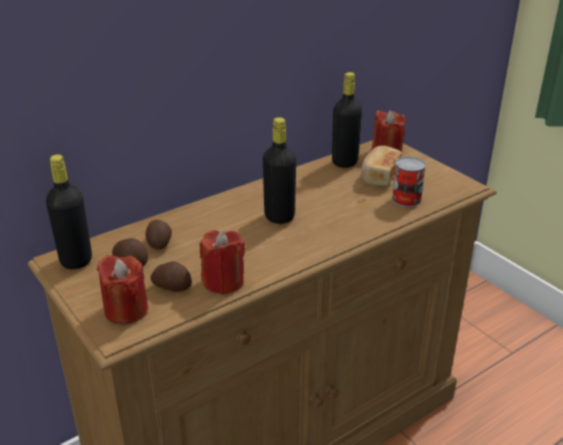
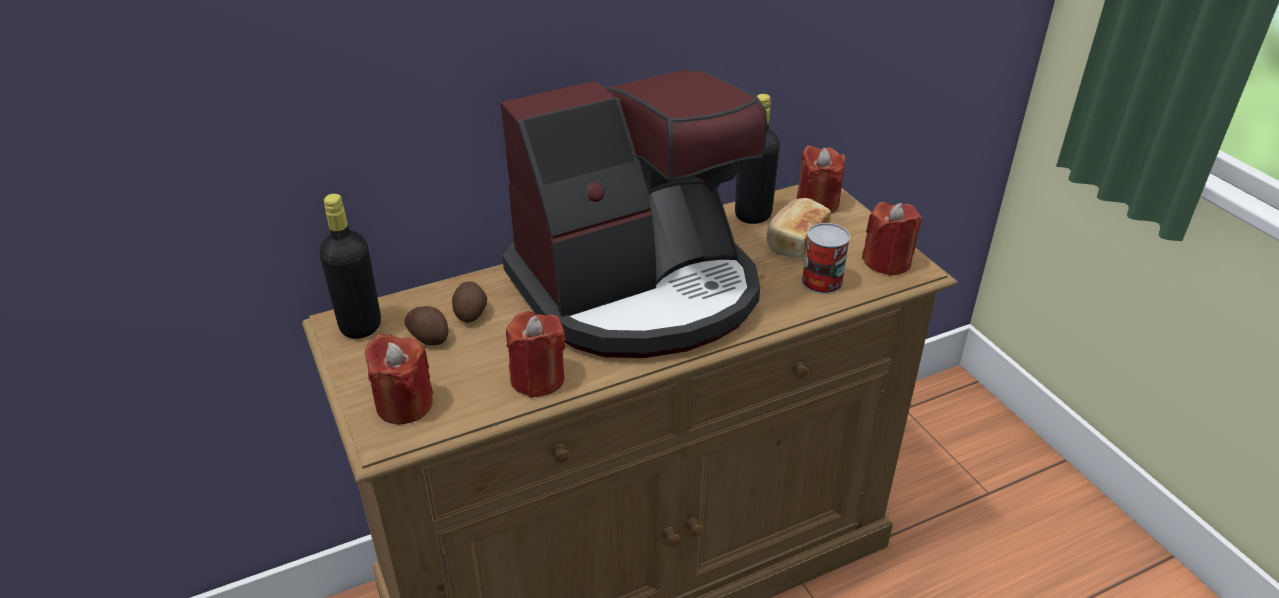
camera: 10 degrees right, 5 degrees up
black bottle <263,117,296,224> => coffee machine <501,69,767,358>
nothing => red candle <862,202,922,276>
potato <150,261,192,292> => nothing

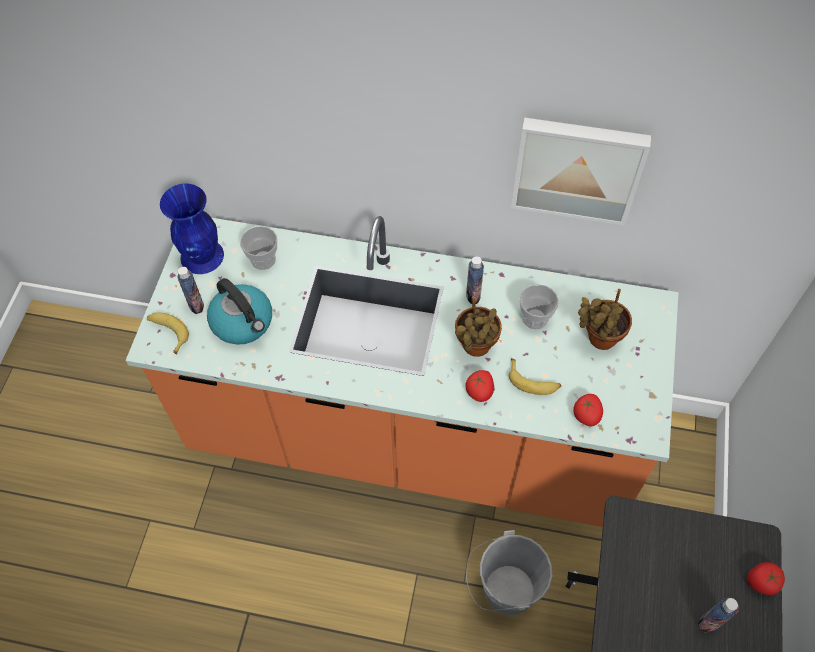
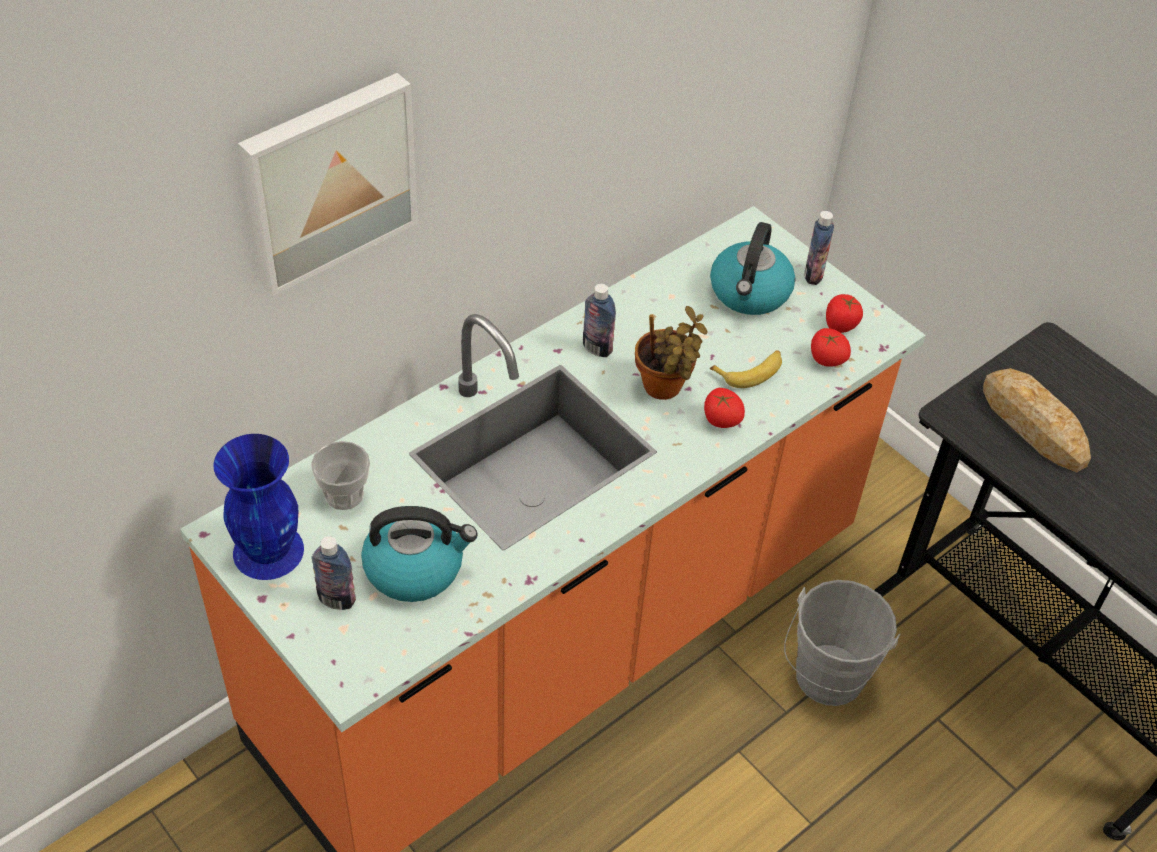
camera: 55 degrees left, 10 degrees down
picture <511,118,651,226> => picture <238,73,418,296>, move
potted plant <578,289,632,350> => kettle <710,222,795,315>
bottle <698,598,739,632> => bottle <804,211,834,285>, move
tomato <747,562,785,595> => tomato <826,294,863,333>, move
nothing => bread <983,368,1091,472>
banana <147,313,189,355> => nothing
cup <519,284,559,329> => nothing

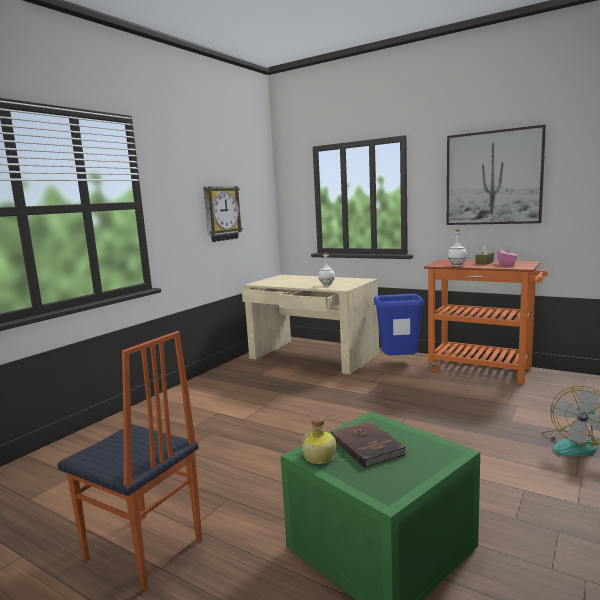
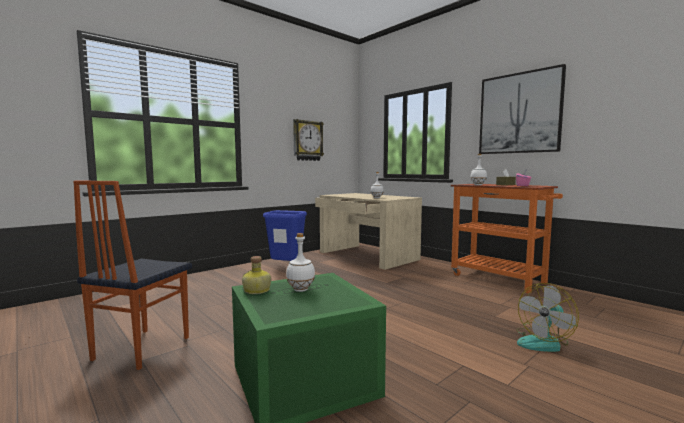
camera: 15 degrees right, 5 degrees down
chair <57,331,202,592> => chair <73,180,192,370>, 60 degrees clockwise
blue trash can <374,294,425,355> => blue trash can <263,210,307,261>, move
brown book <331,421,407,468> => white bottle <286,233,315,292>

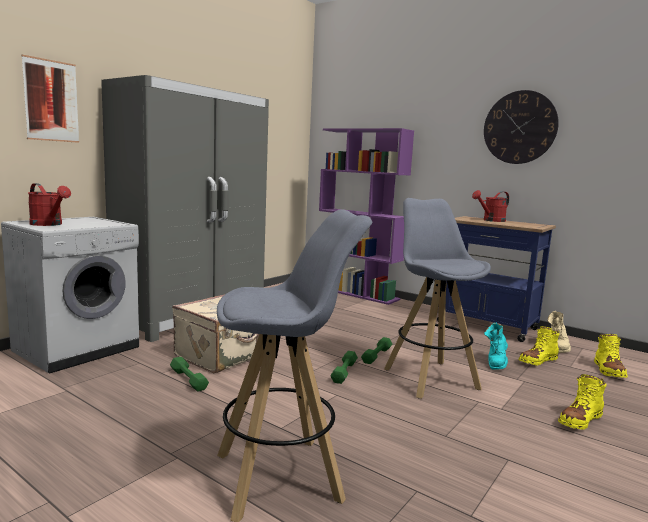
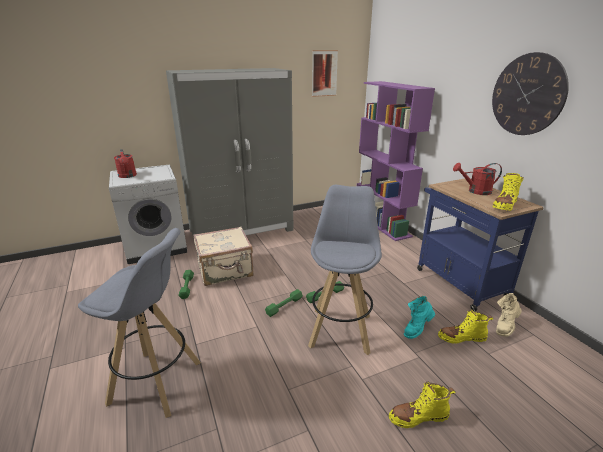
camera: 30 degrees right, 15 degrees up
picture <22,55,79,143> => picture <312,50,338,97>, move
yellow boot <594,334,628,378> => yellow boot <492,173,524,211>, move

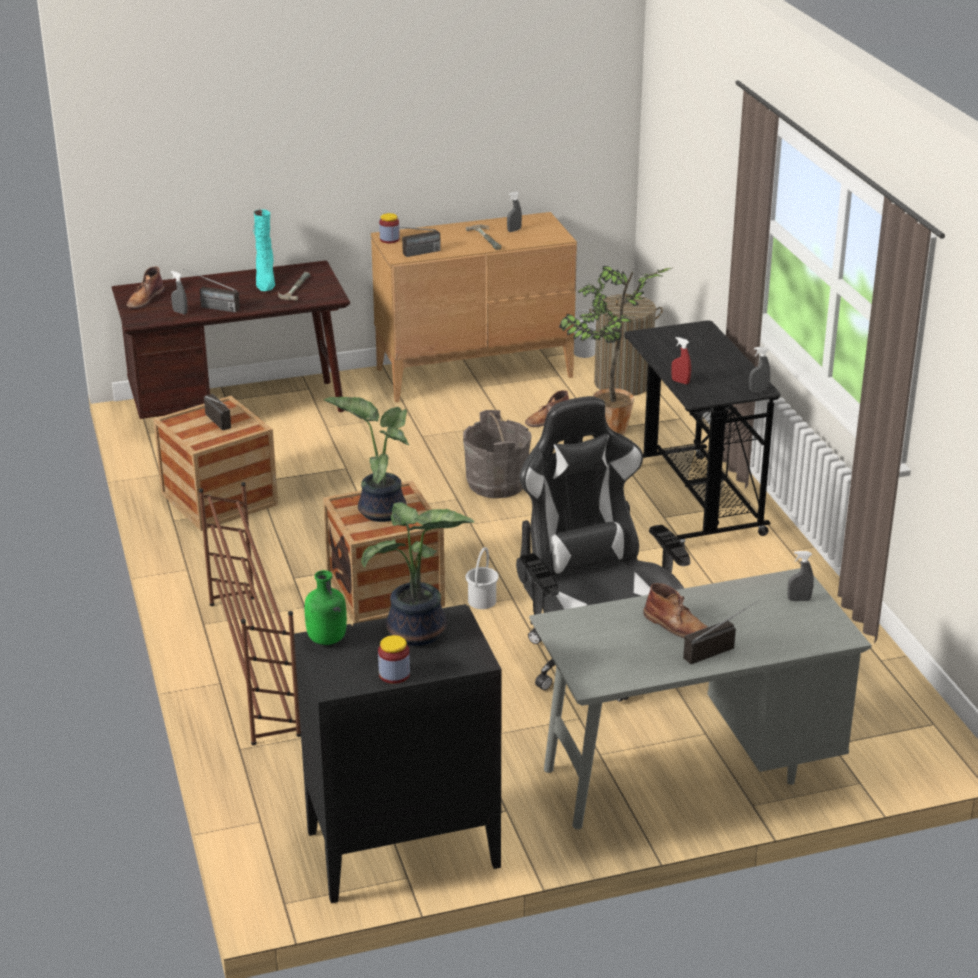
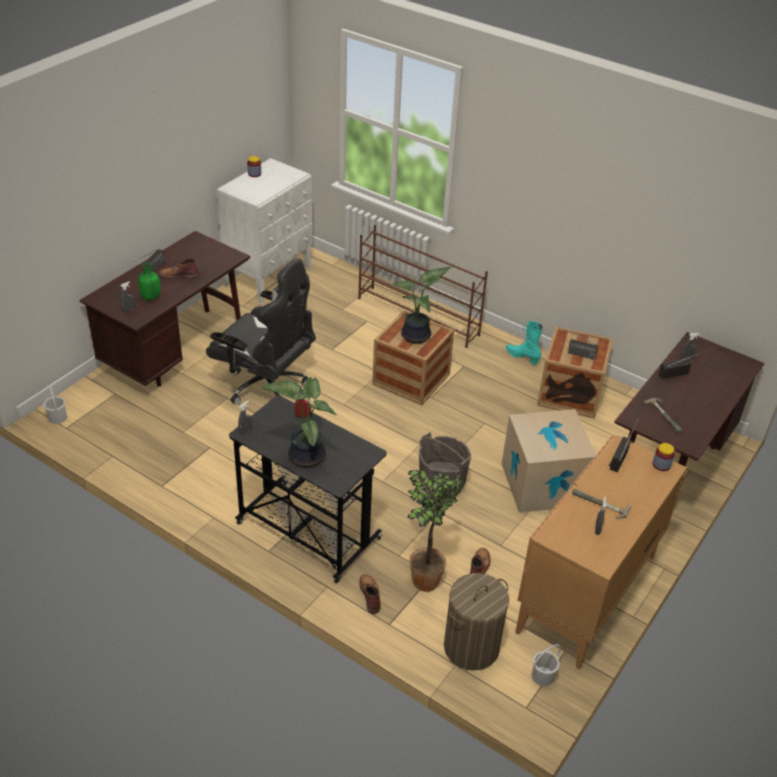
camera: 140 degrees right, 10 degrees up
white bucket <466,547,499,609> => white bucket <43,385,67,424>, move
grey desk <529,568,872,829> => brown desk <79,231,250,387>
green bottle <305,570,347,645> => green bottle <138,263,161,300>, move
black dresser <294,604,502,903> => white dresser <217,158,312,304>
potted plant <361,502,474,646> => potted plant <261,377,337,468>, move
brown boot <127,266,165,309> => brown boot <359,574,381,614>, move
nothing => cardboard box <502,409,596,513>
turquoise boot <253,209,275,292> => turquoise boot <506,321,543,365>, move

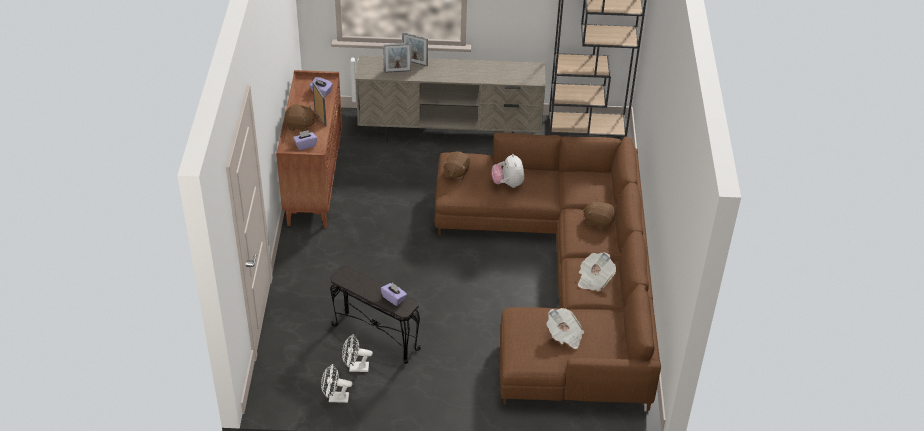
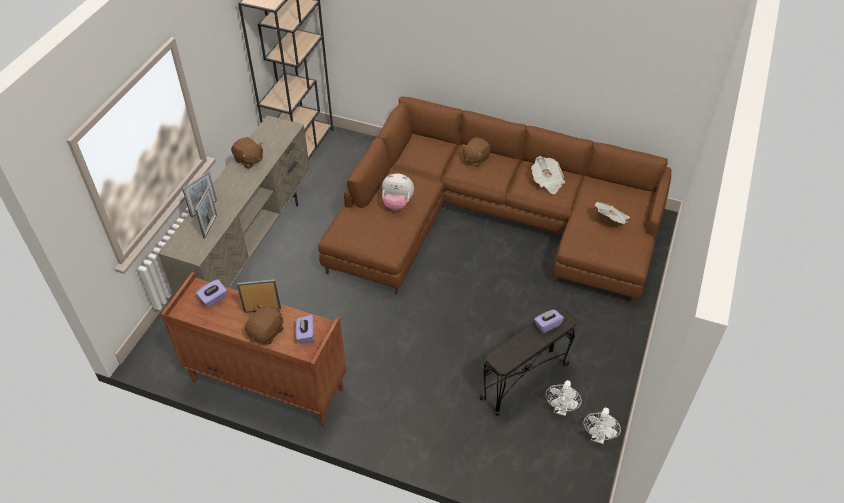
camera: 70 degrees left, 5 degrees up
brown plush toy <443,151,470,180> => brown plush toy <231,137,263,169>, move

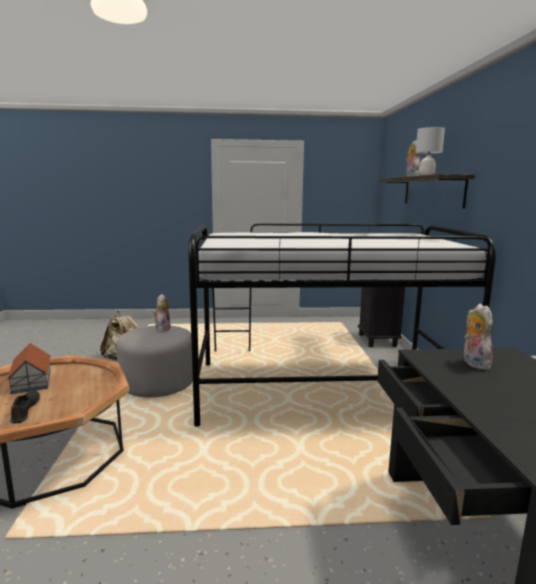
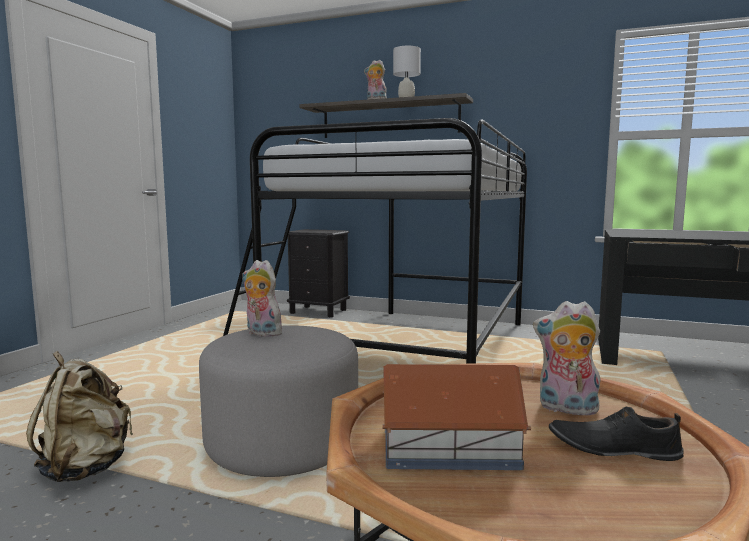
camera: 65 degrees left, 5 degrees down
plush toy <464,304,493,370> => plush toy <533,301,600,416>, move

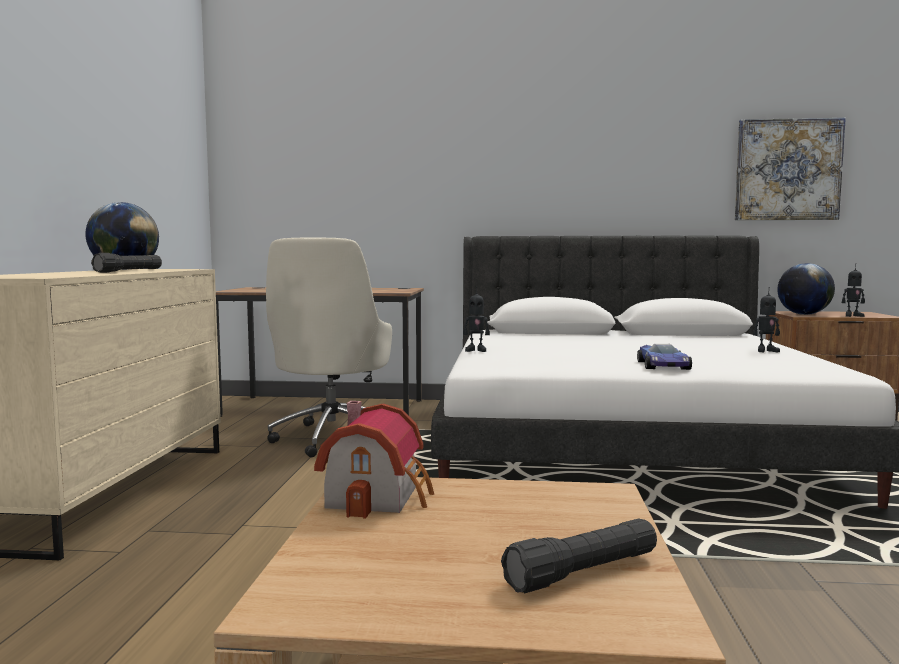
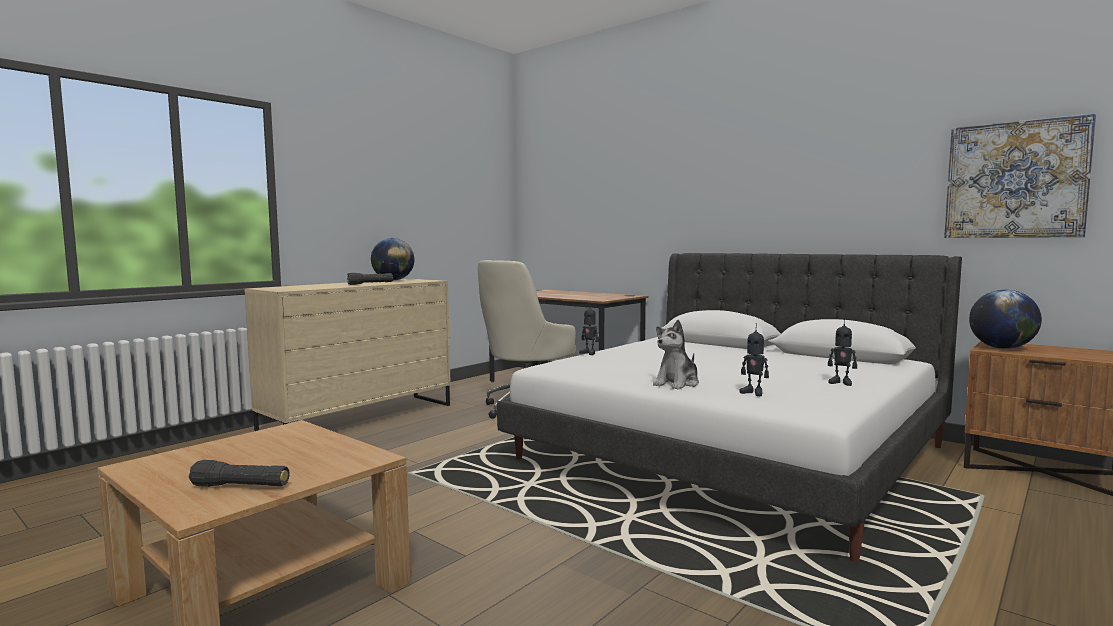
camera: 35 degrees right, 0 degrees up
toy car <637,344,692,370> => plush toy <653,320,699,389>
toy robot <842,266,865,317> => toy robot <739,323,769,396>, move
toy house <314,401,434,519> => nothing

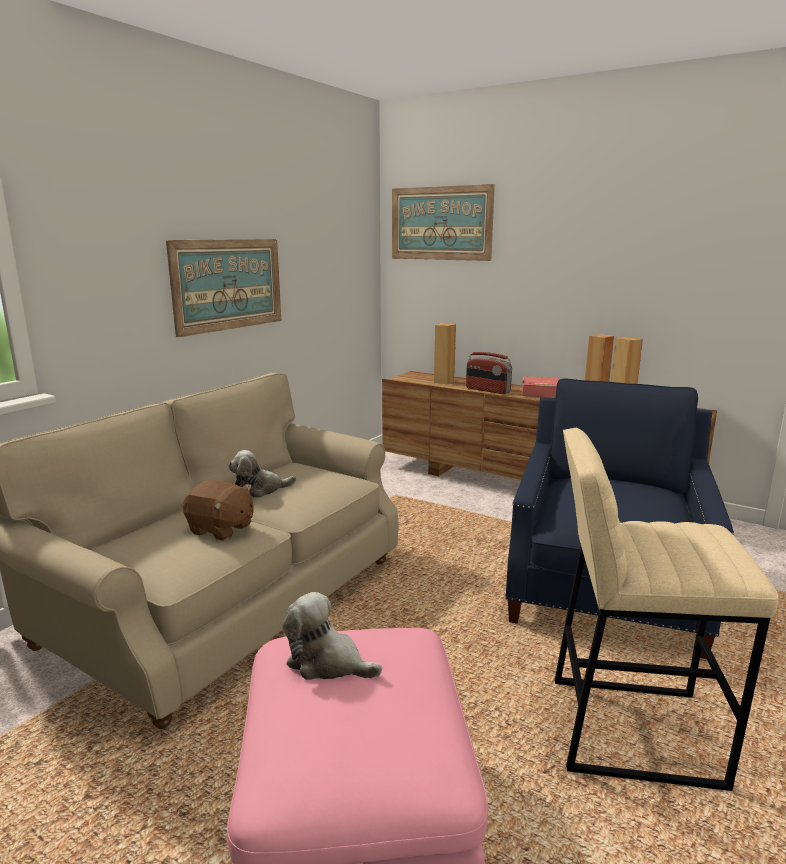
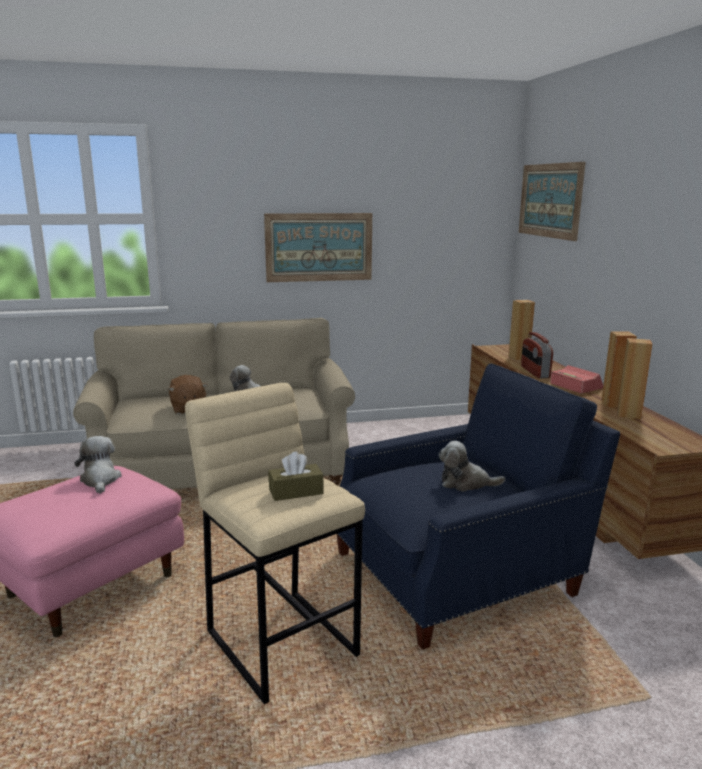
camera: 45 degrees right, 0 degrees up
nothing => brown tissue box <268,451,323,501>
nothing => plush toy <438,441,505,492>

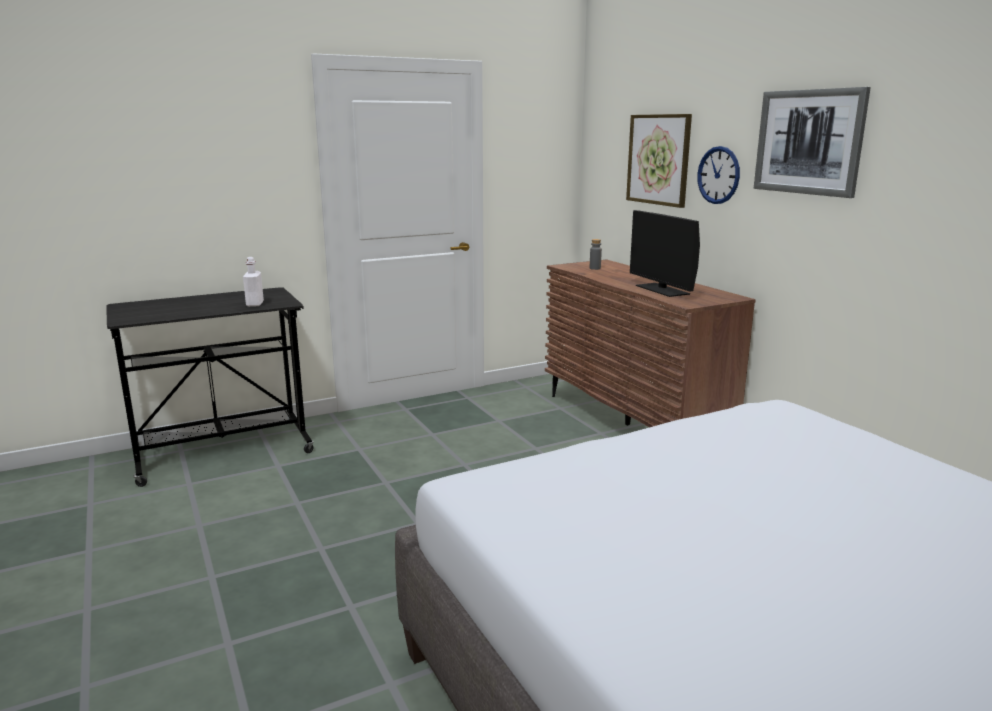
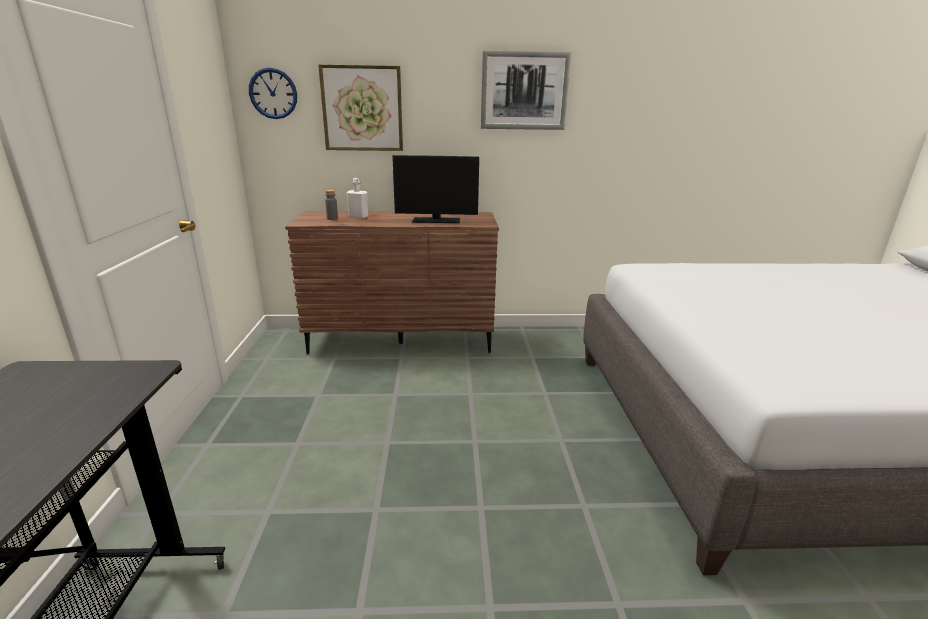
camera: 65 degrees left, 5 degrees up
wall clock <697,146,740,204> => wall clock <249,68,297,119>, move
white bottle <243,257,264,307> => white bottle <347,178,368,219>, move

